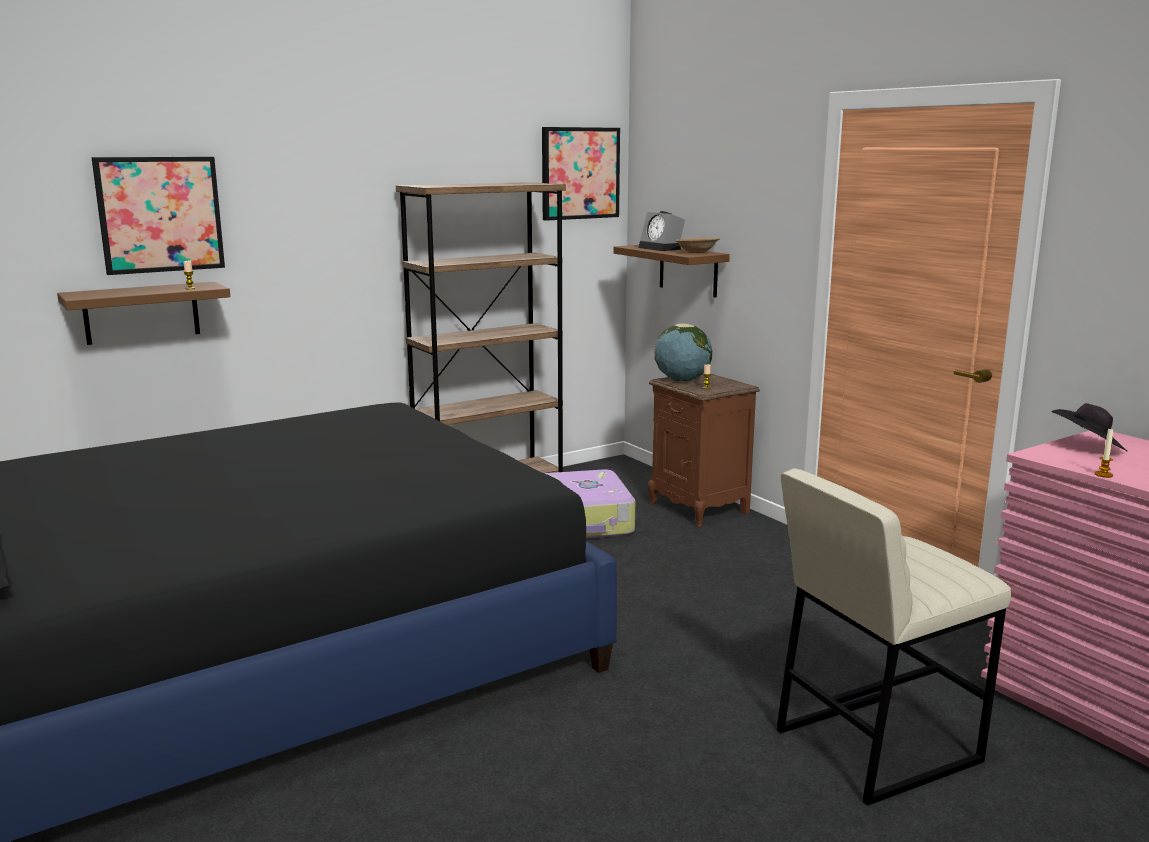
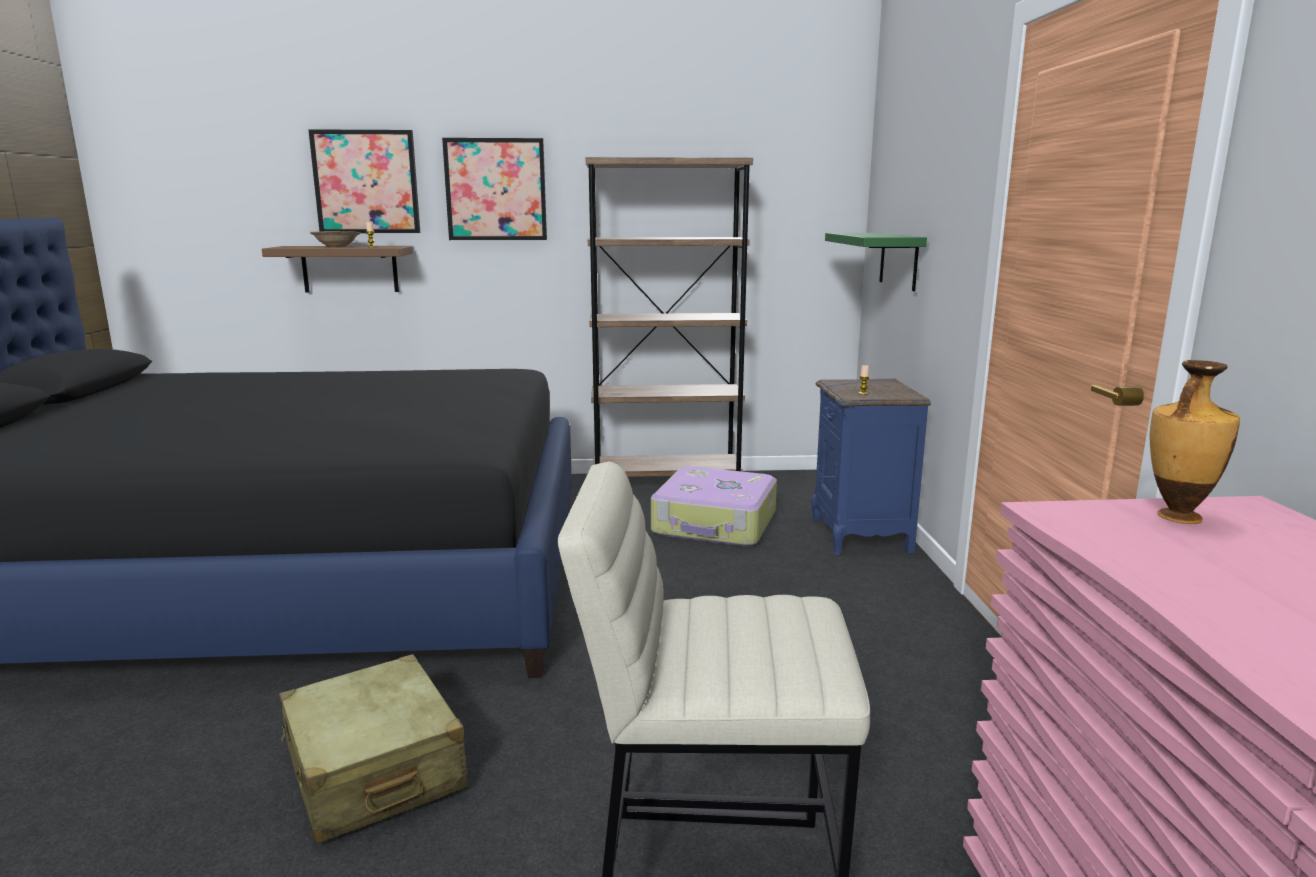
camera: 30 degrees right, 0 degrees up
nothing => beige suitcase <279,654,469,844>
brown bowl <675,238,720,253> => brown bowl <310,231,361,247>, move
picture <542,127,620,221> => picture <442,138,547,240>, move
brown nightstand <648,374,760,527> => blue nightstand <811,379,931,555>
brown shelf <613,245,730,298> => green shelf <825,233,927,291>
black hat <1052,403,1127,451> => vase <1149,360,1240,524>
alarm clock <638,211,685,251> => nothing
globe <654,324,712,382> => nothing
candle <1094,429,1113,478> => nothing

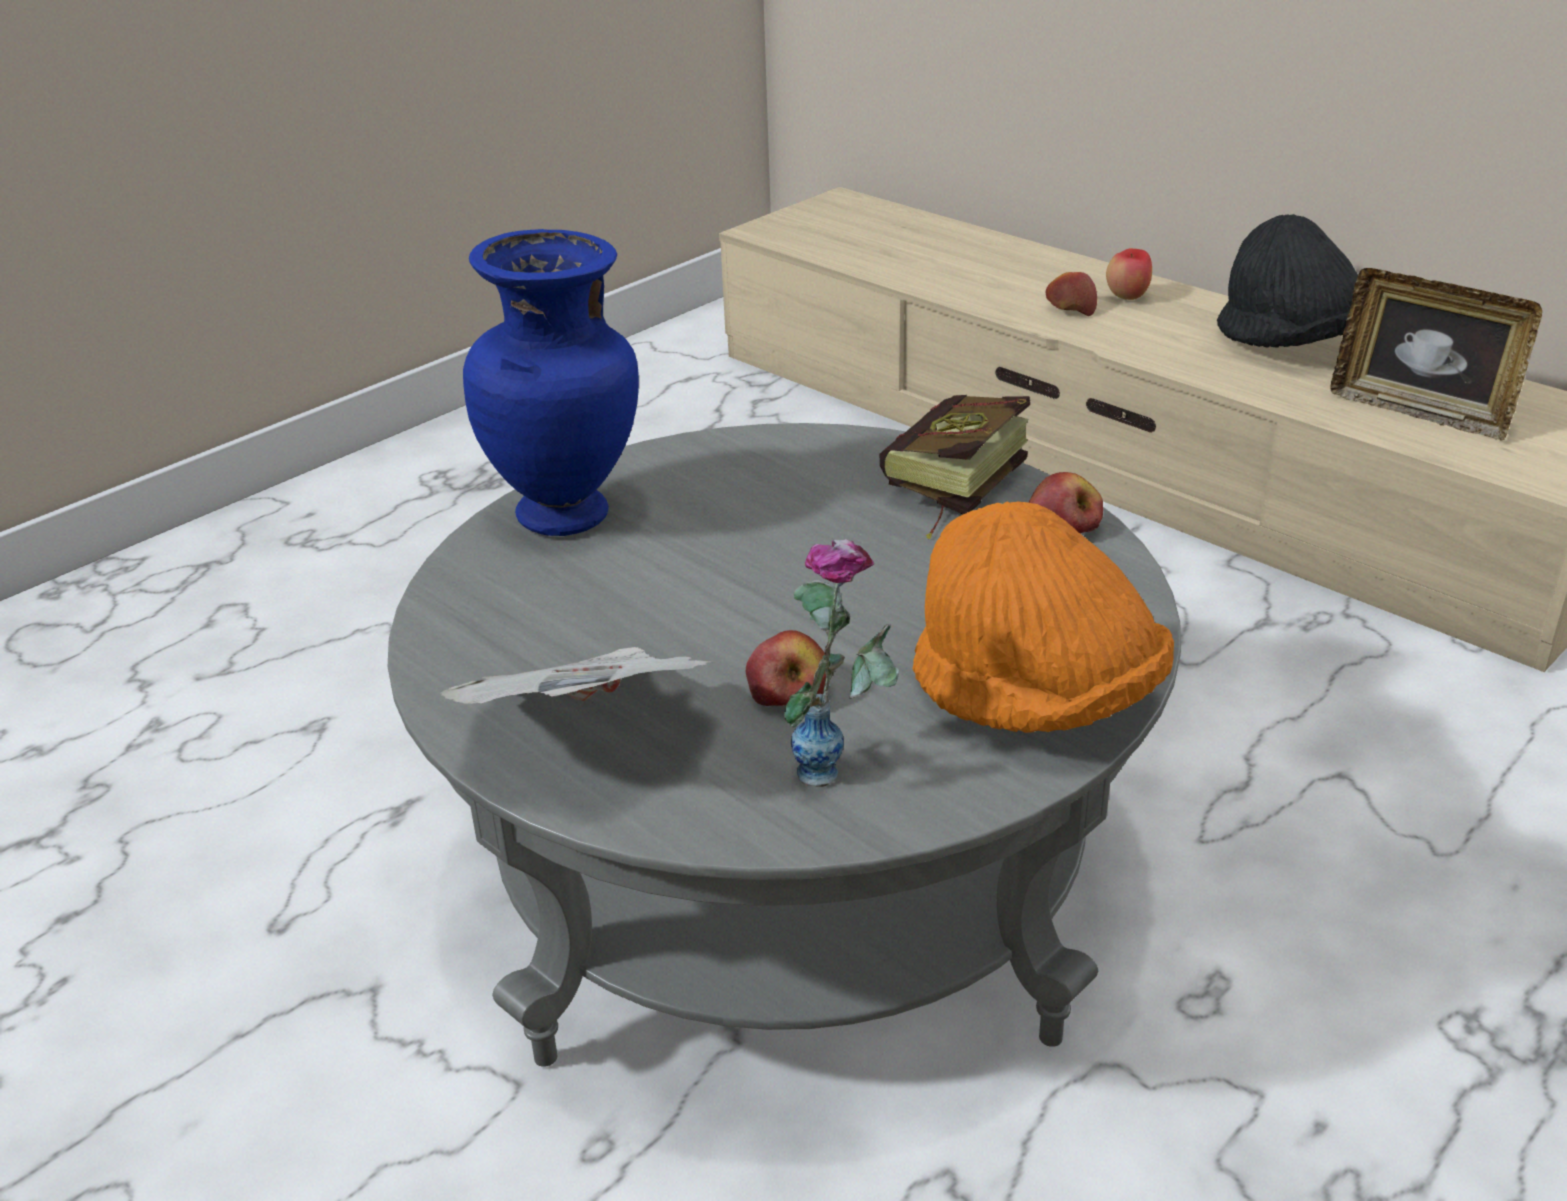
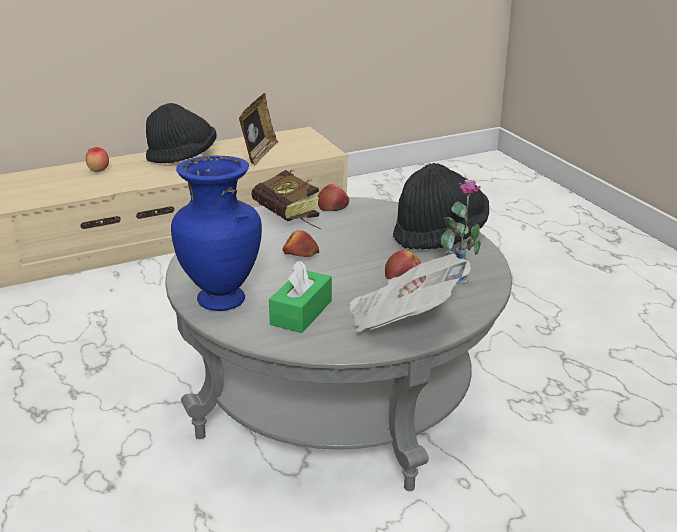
camera: 70 degrees left, 5 degrees down
picture frame <1330,268,1542,441> => picture frame <239,93,278,165>, 45 degrees counterclockwise
nothing => green tissue box <269,260,332,333>
apple <1046,272,1097,316> => apple <282,230,319,257>, move
orange hat <913,501,1174,733> => black hat <393,163,489,249>

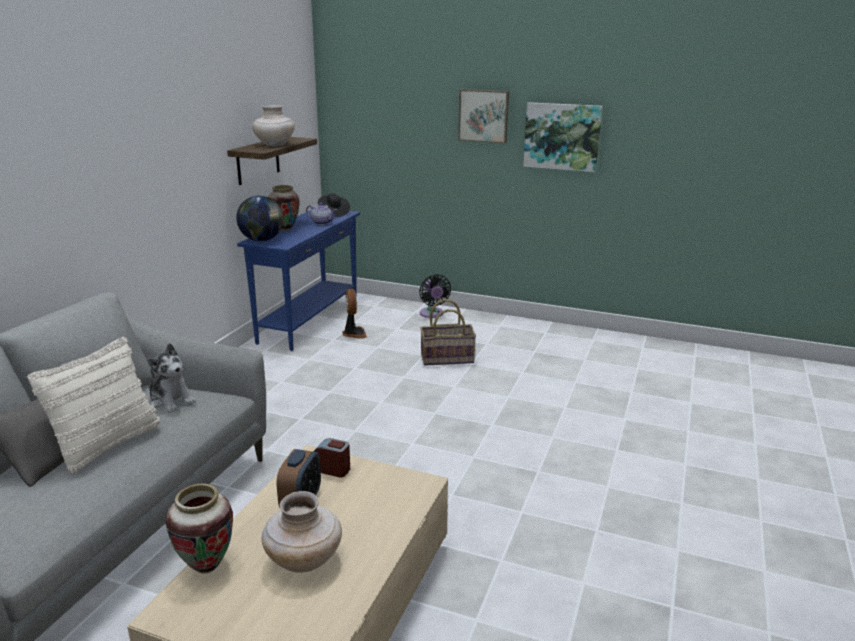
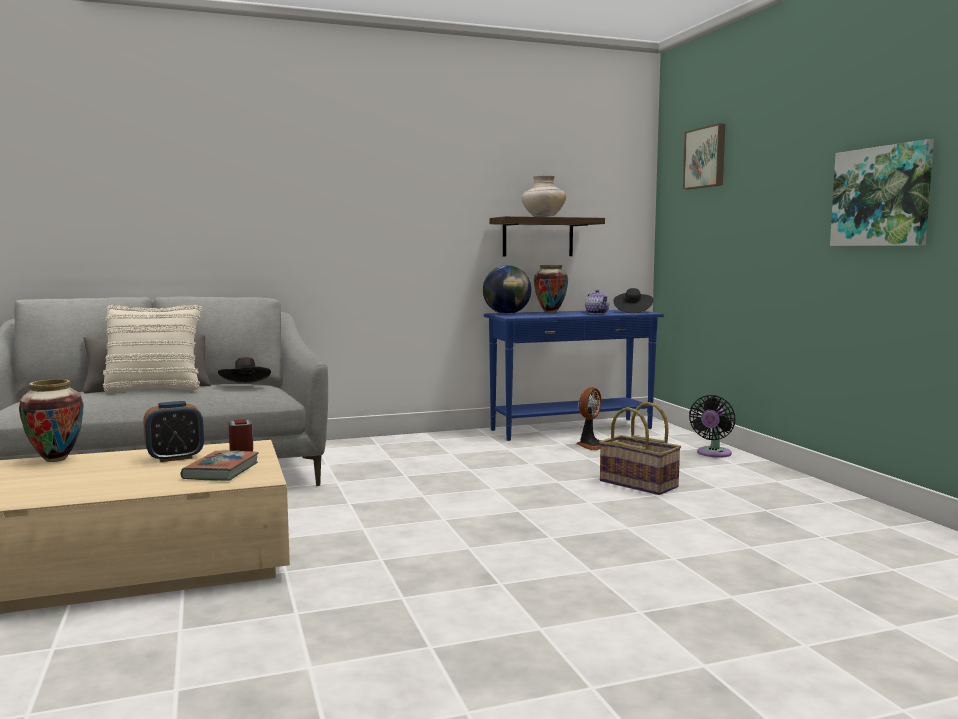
camera: 50 degrees right, 15 degrees down
nothing => book <180,450,259,481>
plush toy <147,343,196,413> => black hat <218,357,271,383>
picture <458,89,509,143> => picture <683,123,725,189>, move
beige vase <261,491,342,573> => nothing

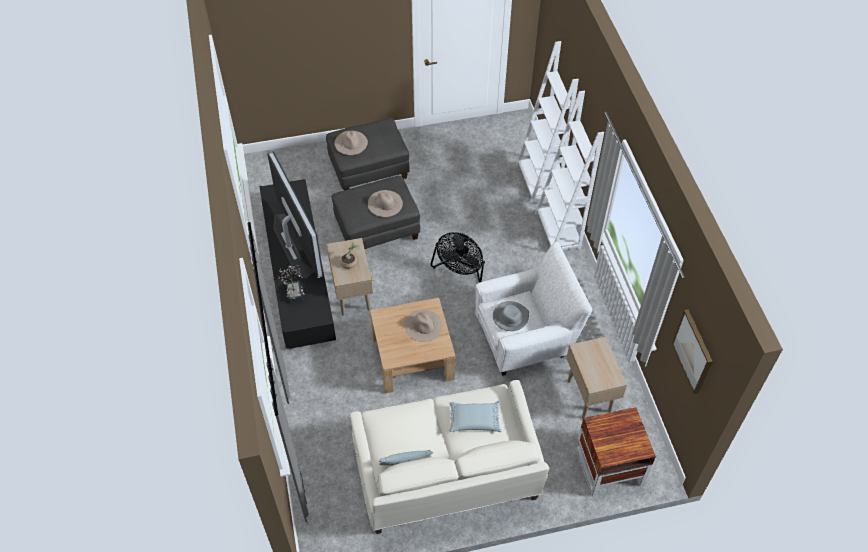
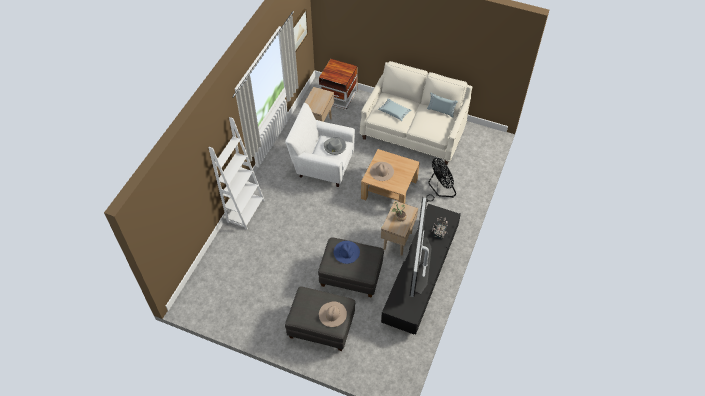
camera: 145 degrees left, 0 degrees up
beige hat <368,190,403,217> => blue hat <334,241,360,264>
black fan <431,232,485,282> => black fan <426,158,456,202>, move
white bookcase <516,41,579,203> => nothing

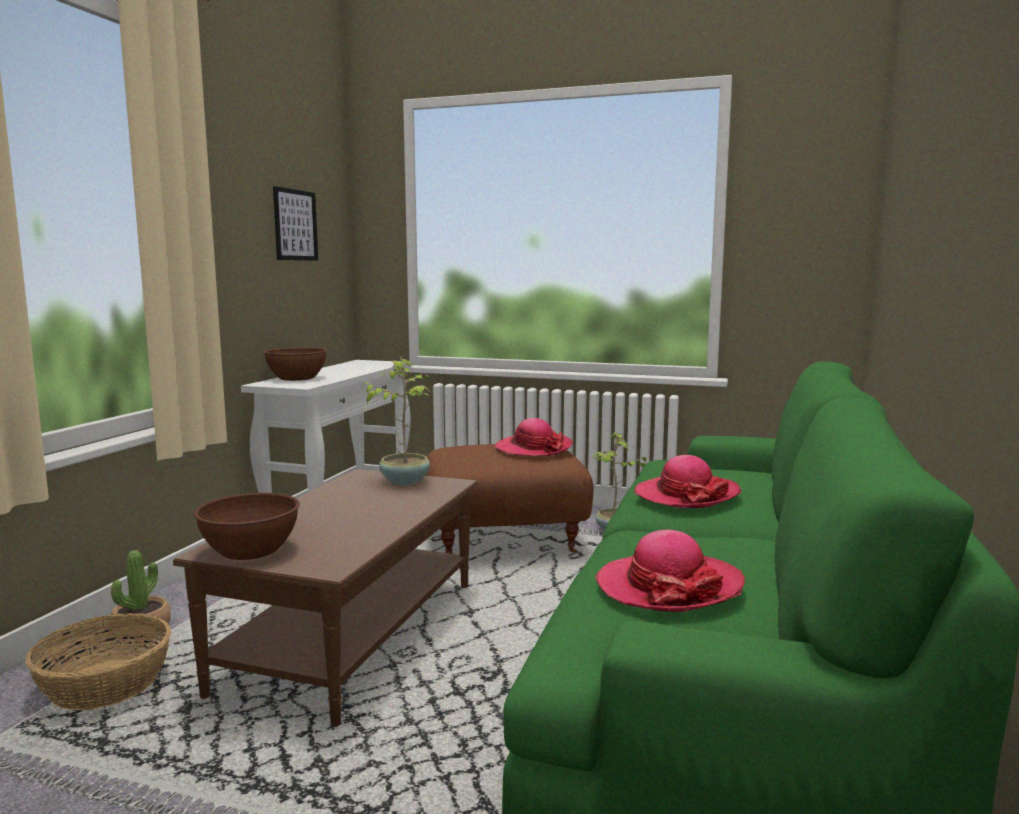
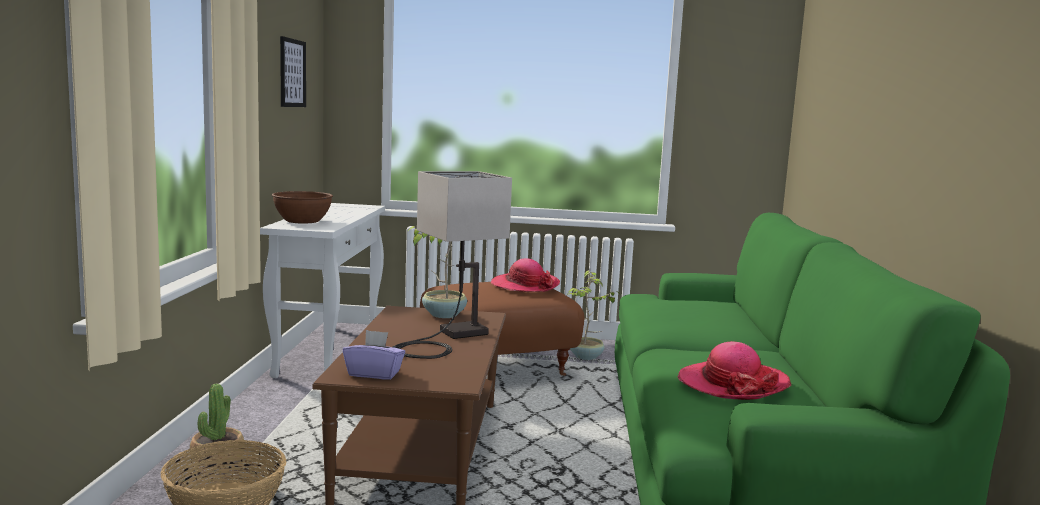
camera: 15 degrees left, 0 degrees up
brown bowl <193,493,300,560> => purple tissue box <343,330,405,380>
nothing => table lamp <393,171,512,359>
hat <634,455,742,508> => nothing

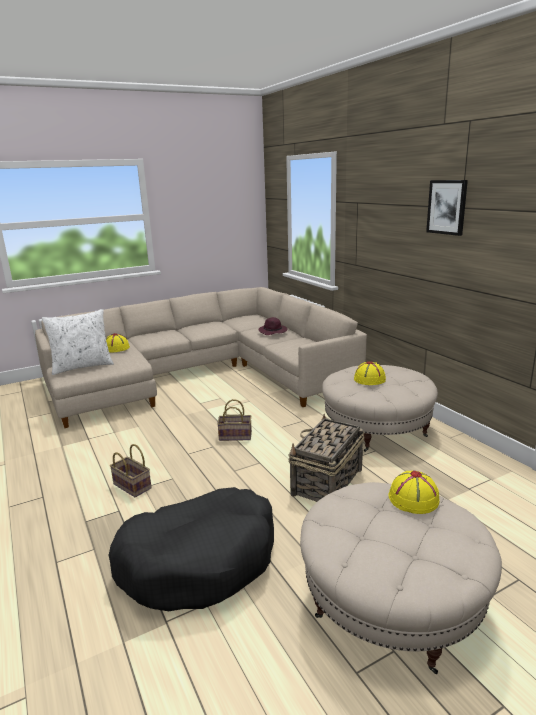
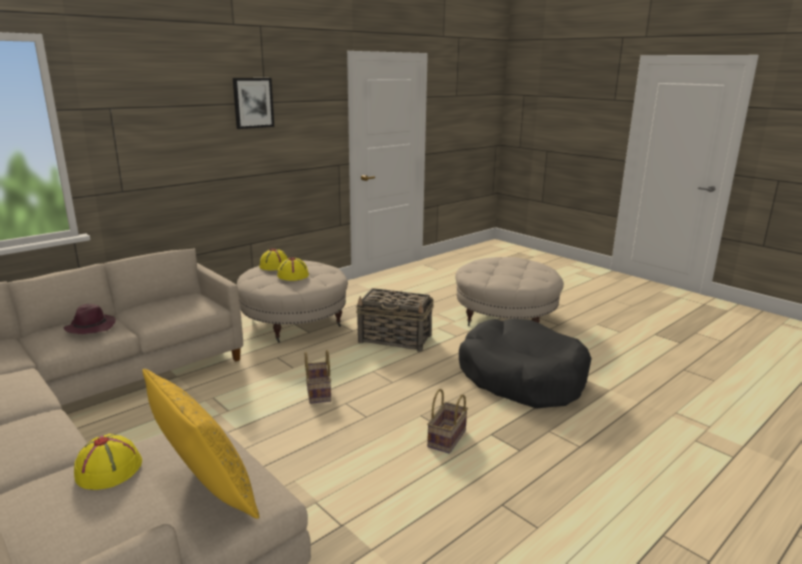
camera: 105 degrees left, 0 degrees up
white pillow <42,309,114,375> => yellow pillow <142,368,259,519>
yellow hat <389,471,439,514> => yellow hat <259,249,288,270>, move

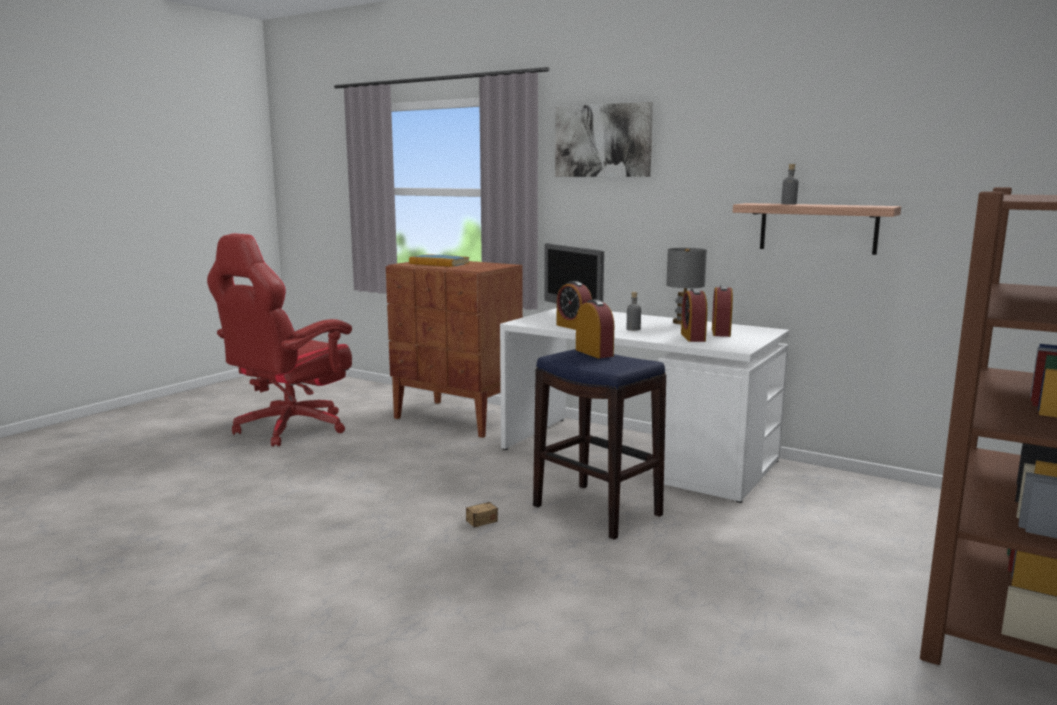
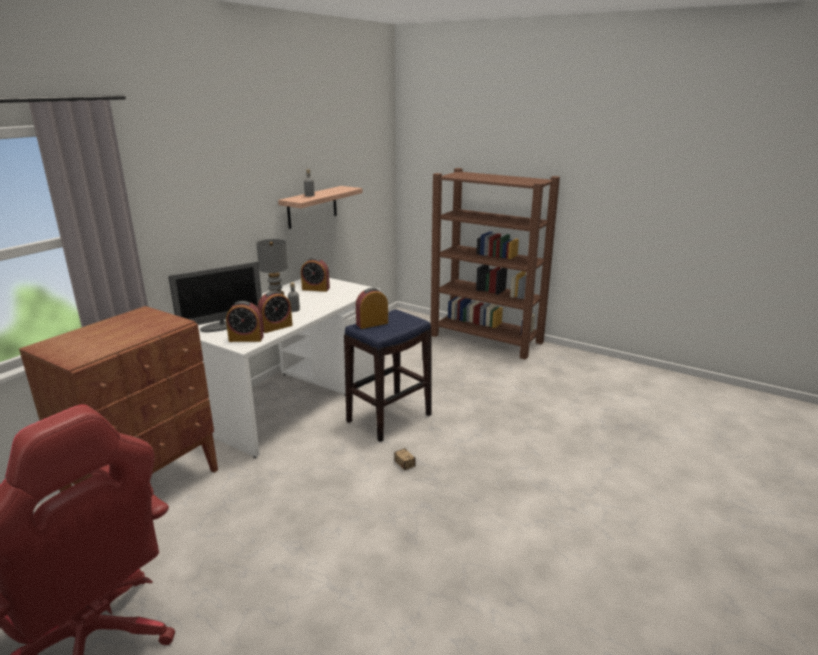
camera: 90 degrees left, 10 degrees up
alarm clock <681,288,707,342> => alarm clock <226,301,264,342>, move
book <409,254,470,267> => nothing
picture <555,102,653,177> => nothing

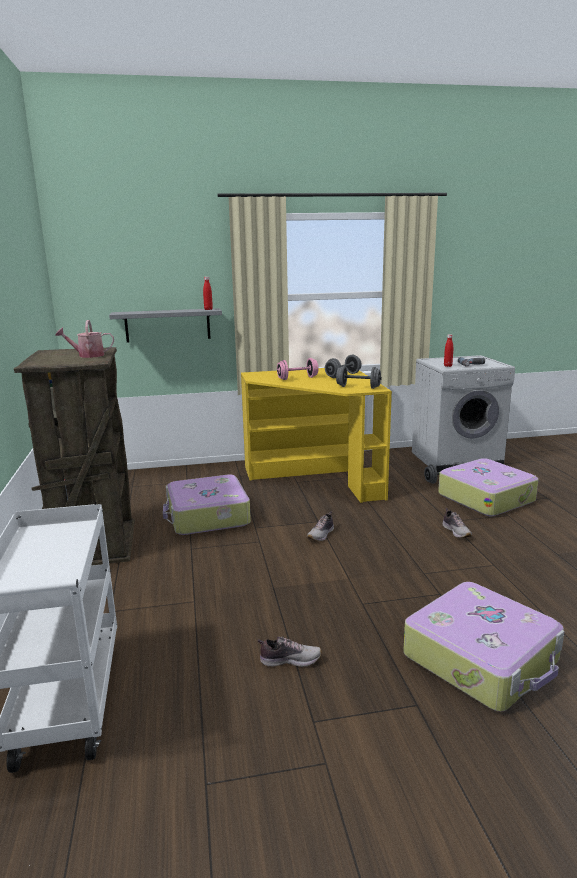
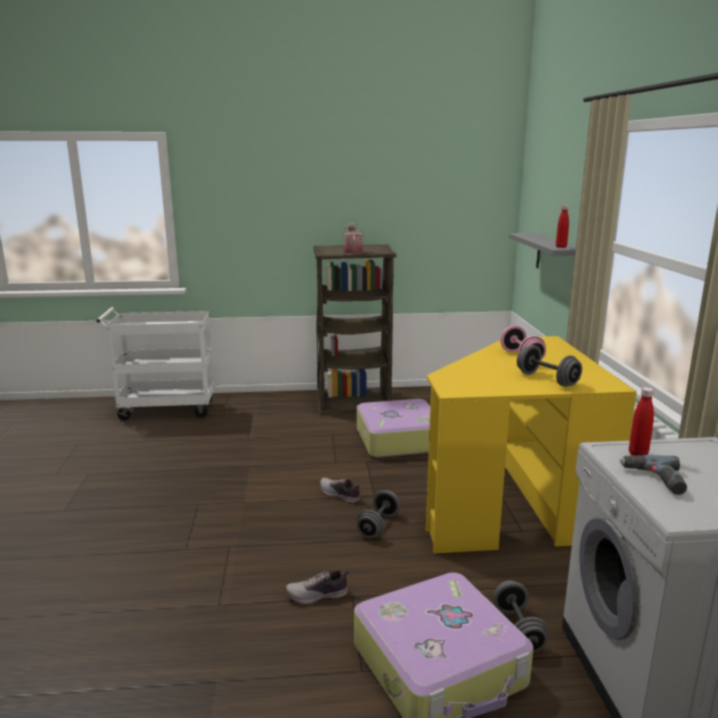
camera: 95 degrees right, 0 degrees up
grey dumbbell <336,366,382,389> => grey dumbbell <357,490,400,538>, move
shoe <258,636,322,667> => nothing
suitcase <403,582,565,712> => nothing

